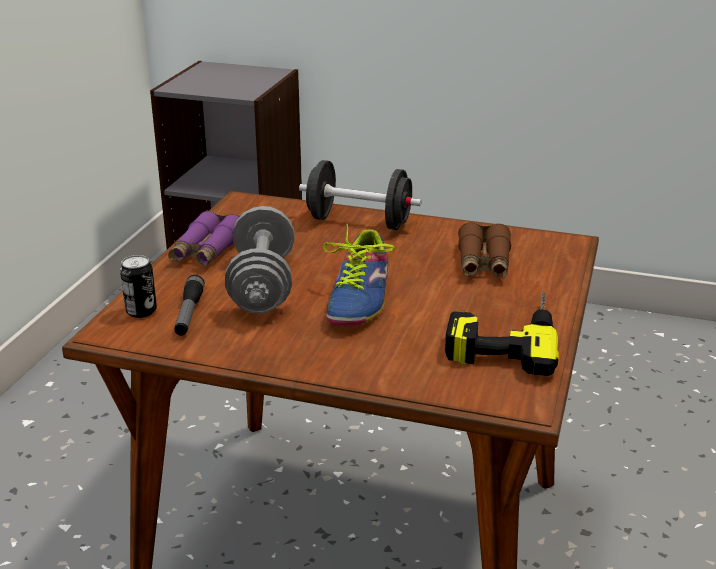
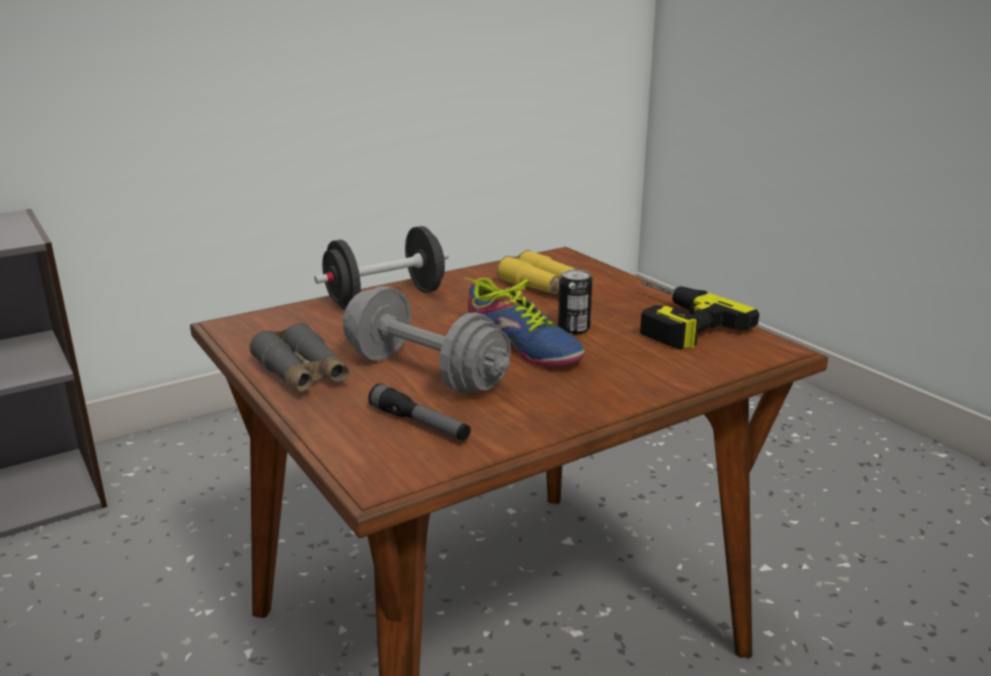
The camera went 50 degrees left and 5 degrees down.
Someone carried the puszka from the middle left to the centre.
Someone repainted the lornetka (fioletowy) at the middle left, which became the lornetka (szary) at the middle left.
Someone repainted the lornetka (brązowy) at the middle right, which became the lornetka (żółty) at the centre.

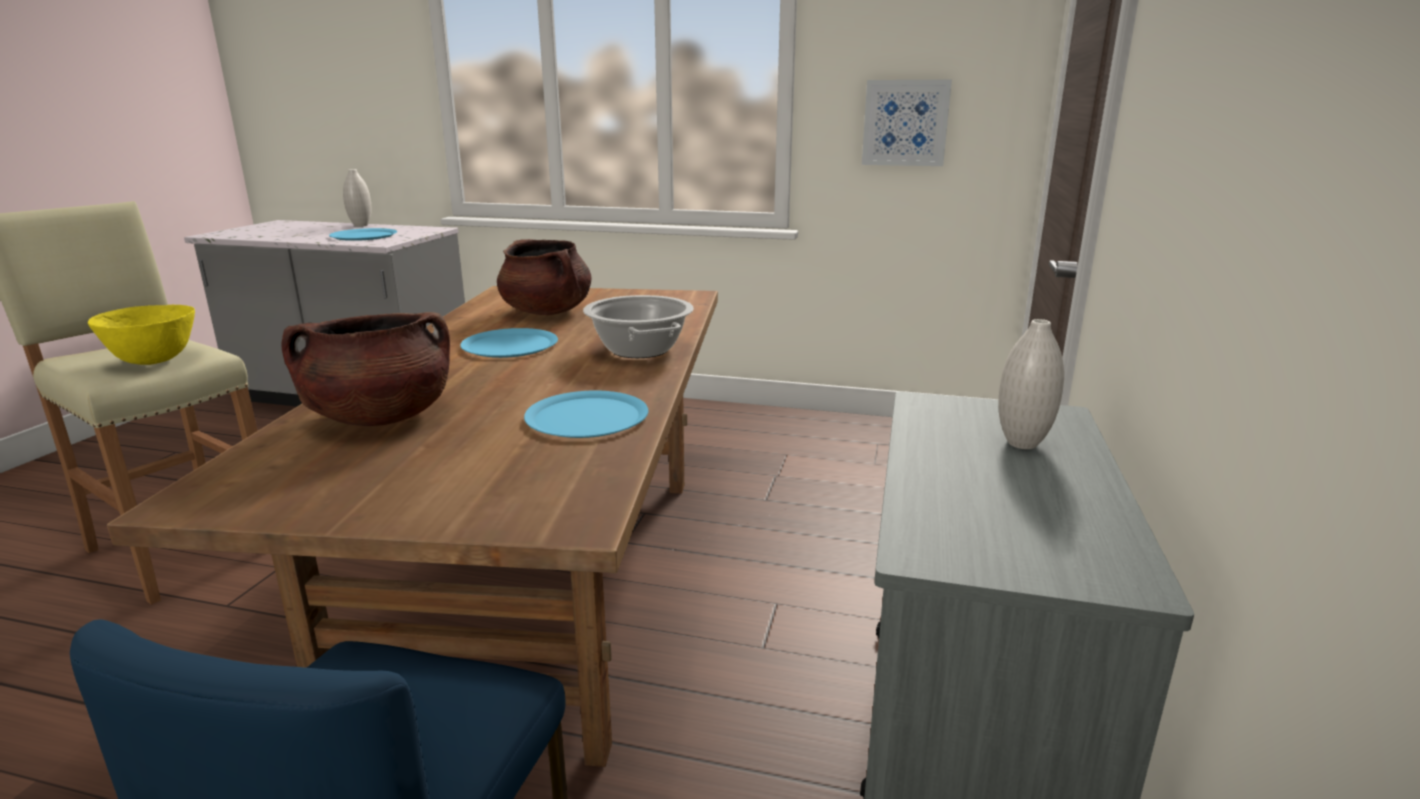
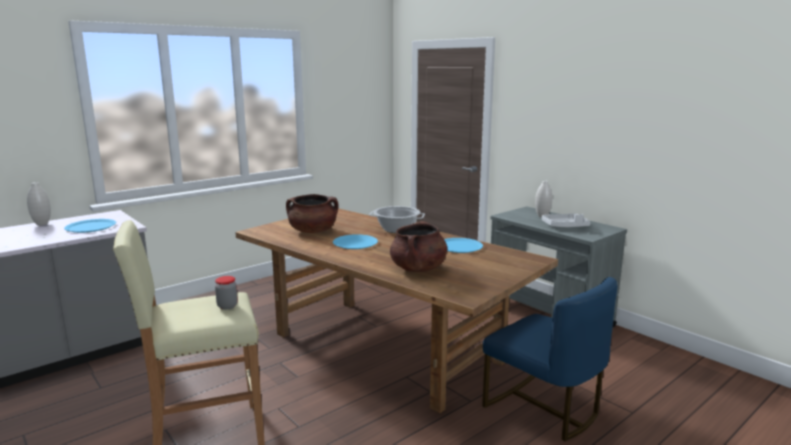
The camera went 55 degrees left and 5 degrees down.
Someone swapped the miska (żółty) at the middle left for the słoik at the middle left.
Someone took away the obraz at the top centre.
Someone put down the taca (szary) at the middle right.

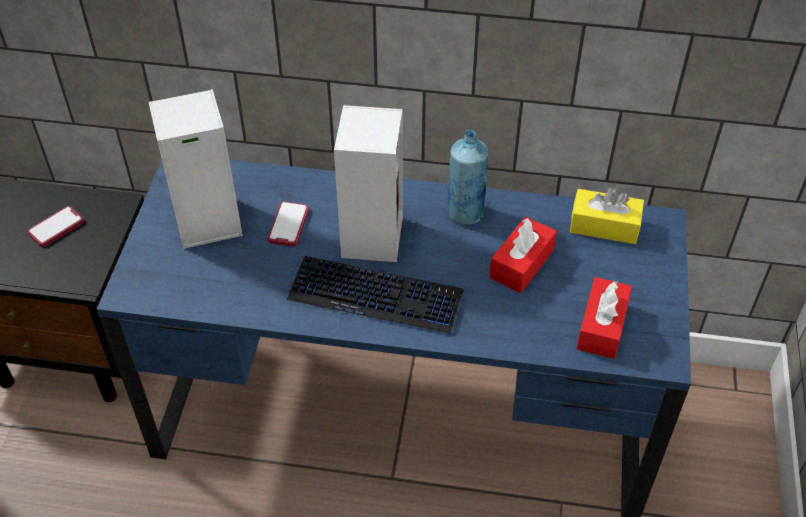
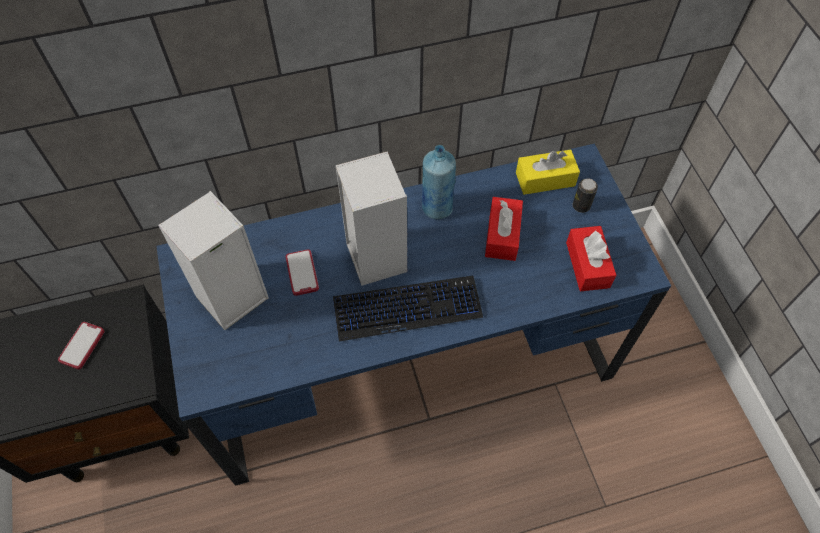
The camera went 25 degrees left and 10 degrees up.
Someone put down the puszka at the middle right.

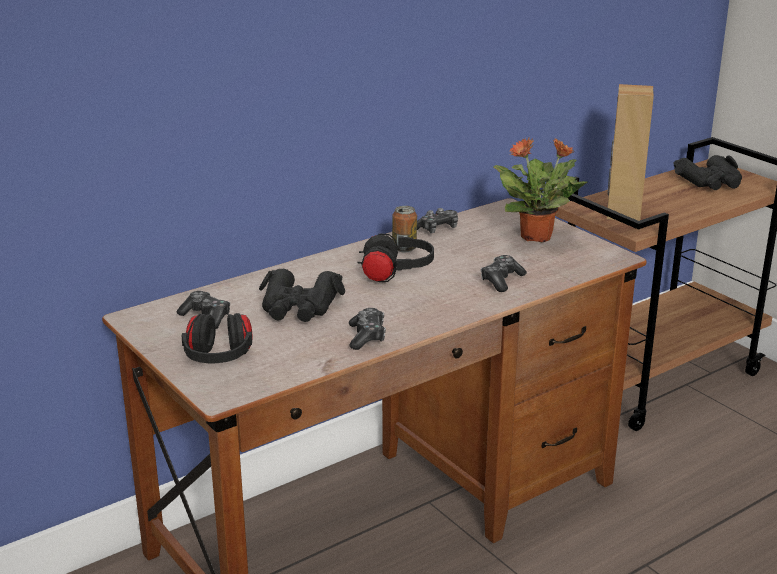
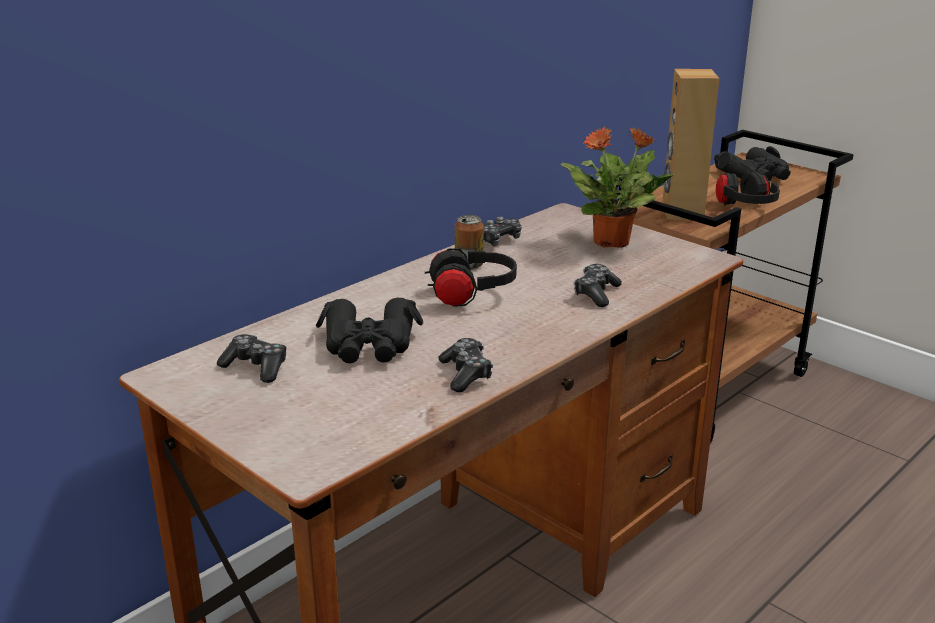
The camera went 10 degrees left and 0 degrees up.
Someone carried the słuchawki (czarny) (no. 1 from left in the first image) from the middle left to the top right.

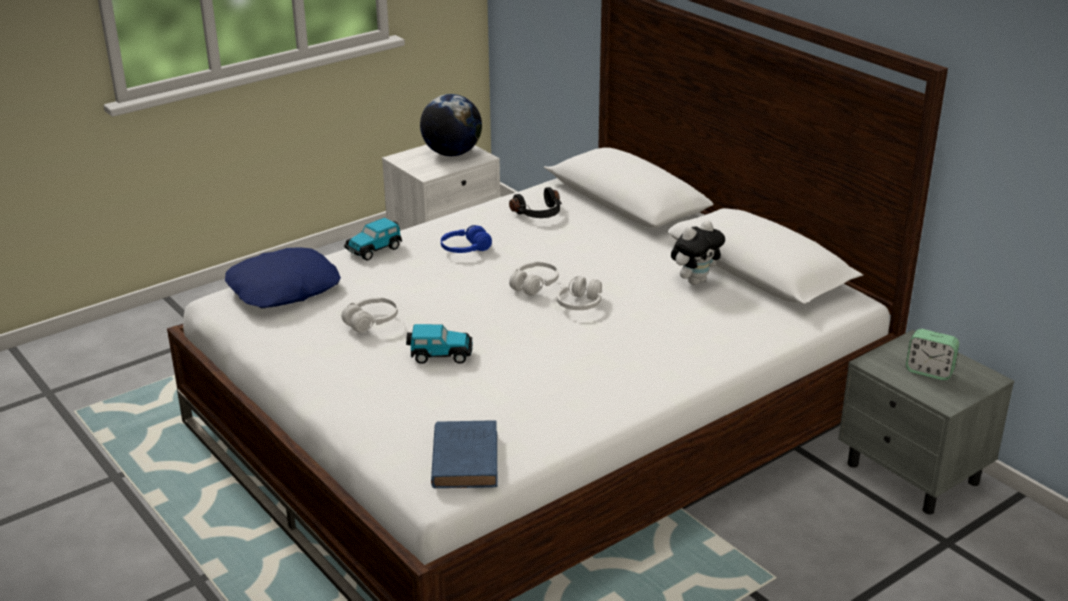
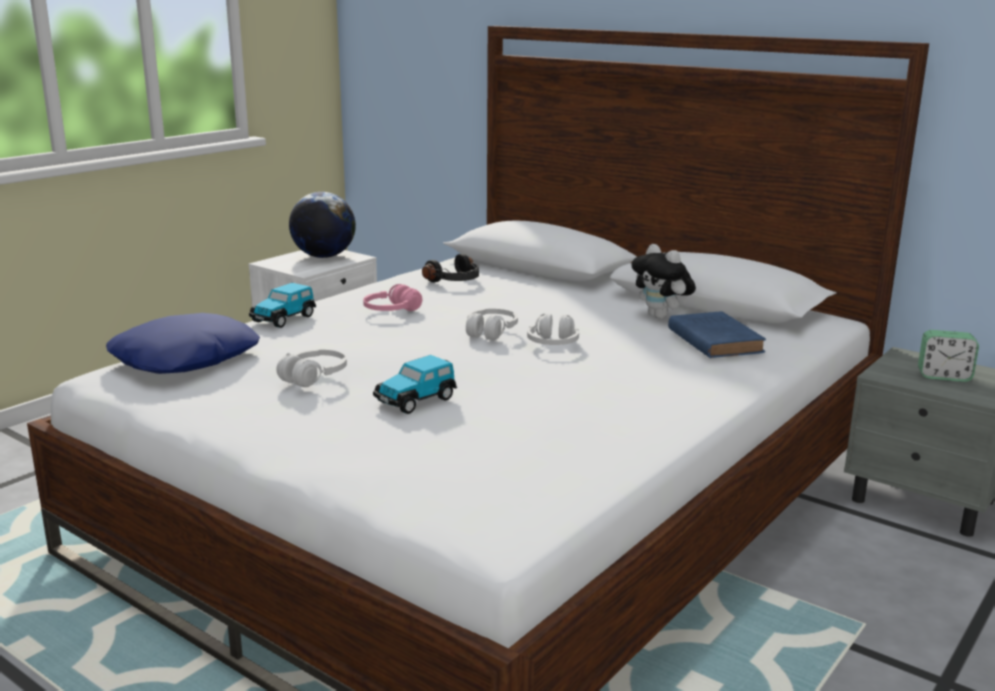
The camera went 15 degrees left and 10 degrees down.
Someone rotated the samochodzik (no. 2 from left) at the centre by 150 degrees clockwise.
Someone carried the książka (niebieski) from the bottom centre to the middle right.
Someone repainted the słuchawki (niebieski) at the centre, which became the słuchawki (różowy) at the centre.
Someone rotated the pluszak at the centre by 105 degrees clockwise.

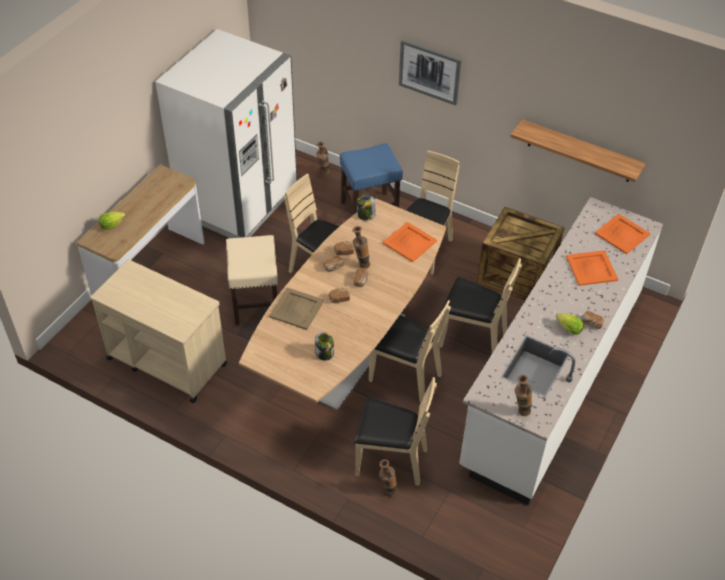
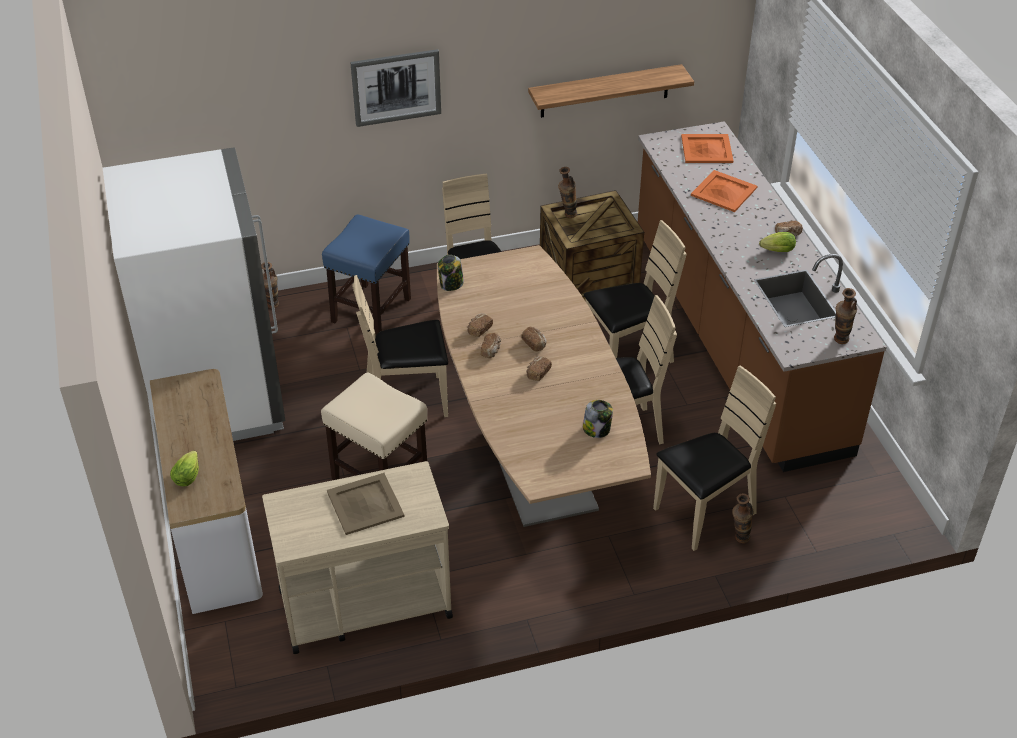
The camera went 45 degrees left and 5 degrees down.
Someone carried the taca (beżowy) from the centre to the bottom centre.
Someone carried the wazon (no. 2 from left) from the centre to the top centre.
Someone took away the taca (pomarańczowy) (no. 1 from left) at the centre.
Someone repainted the zabudowa kuchenna (biały) at the middle right, which became the zabudowa kuchenna (brązowy) at the middle right.

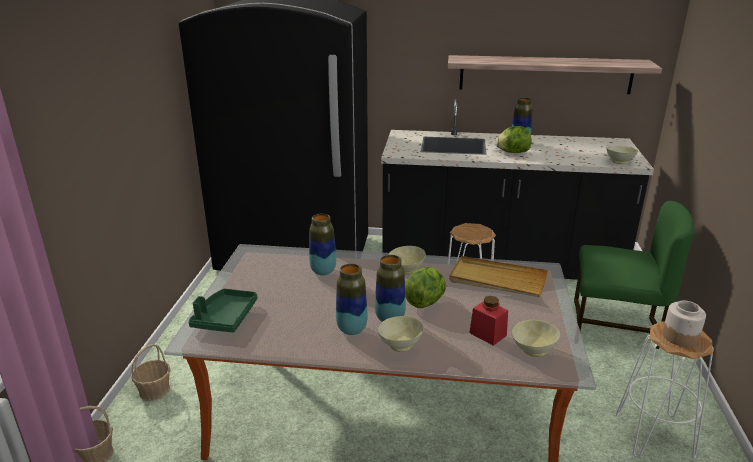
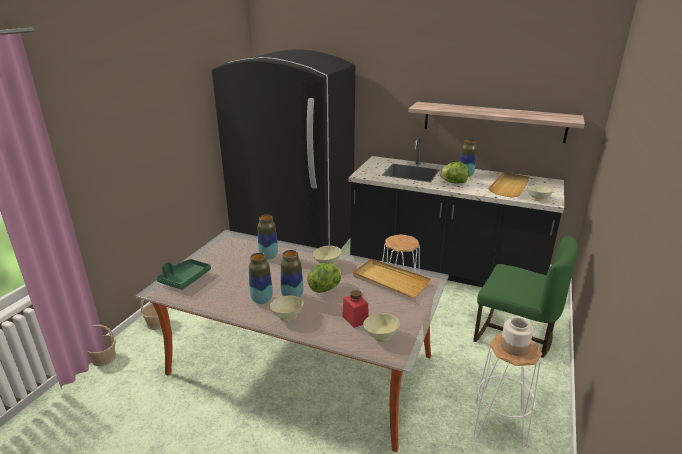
The camera went 15 degrees right and 0 degrees up.
Someone put down the taca (beżowy) (no. 2 from left) at the middle right.

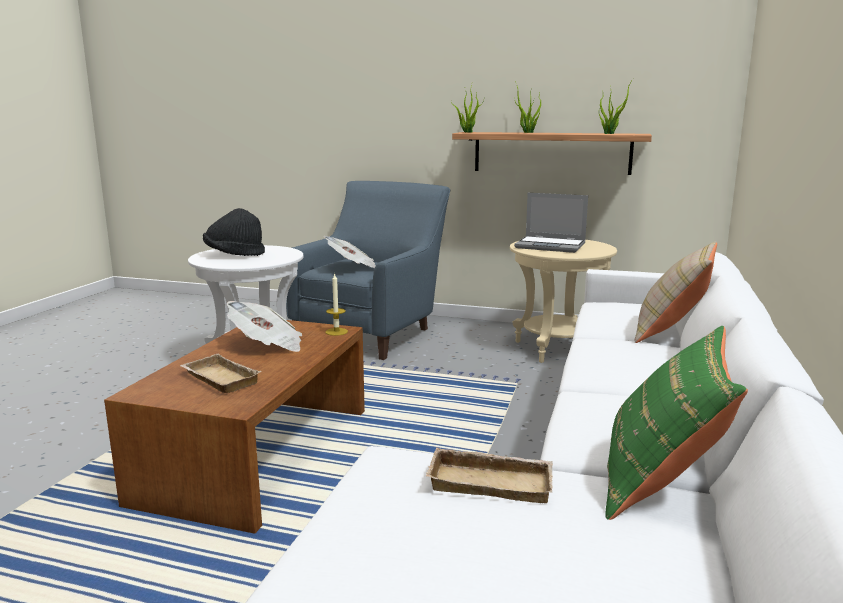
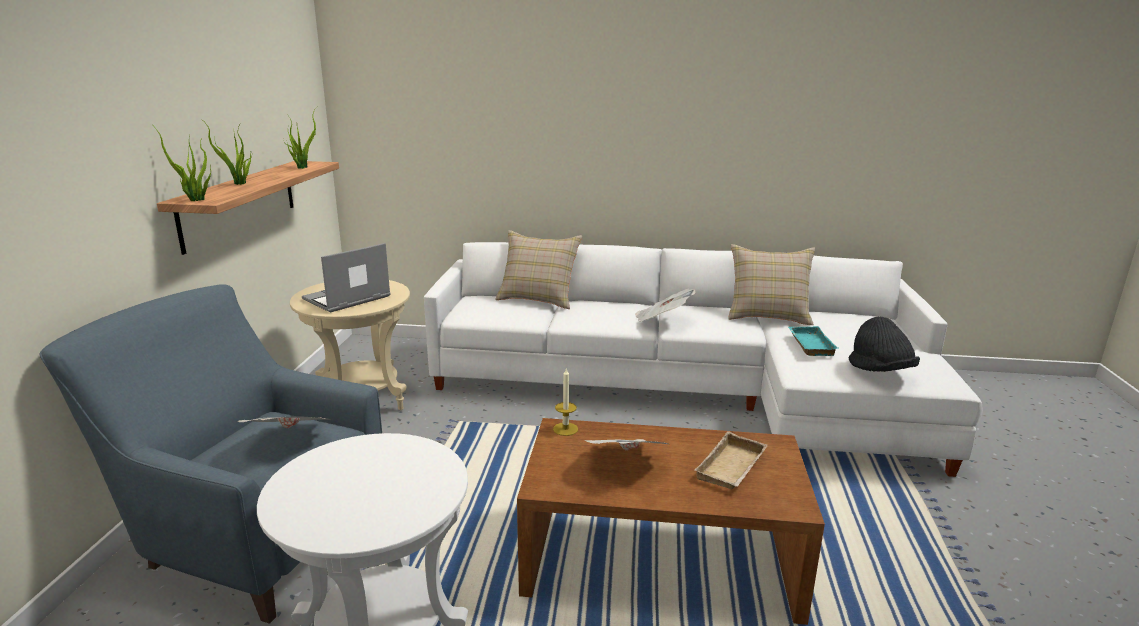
The camera went 100 degrees left and 5 degrees up.
Someone carried the kapelusz (czarny) from the middle left to the middle right.
Someone repainted the taca (beżowy) (no. 2 from left) at the bottom centre, which became the taca (turkusowy) at the middle right.
Someone rotated the laptop at the centre by 150 degrees counterclockwise.
Someone repainted the poduszka (zielony) at the bottom right, which became the poduszka (beżowy) (no. 2 from left) at the middle right.
Someone put down the gazeta (no. 3 from left) at the centre.

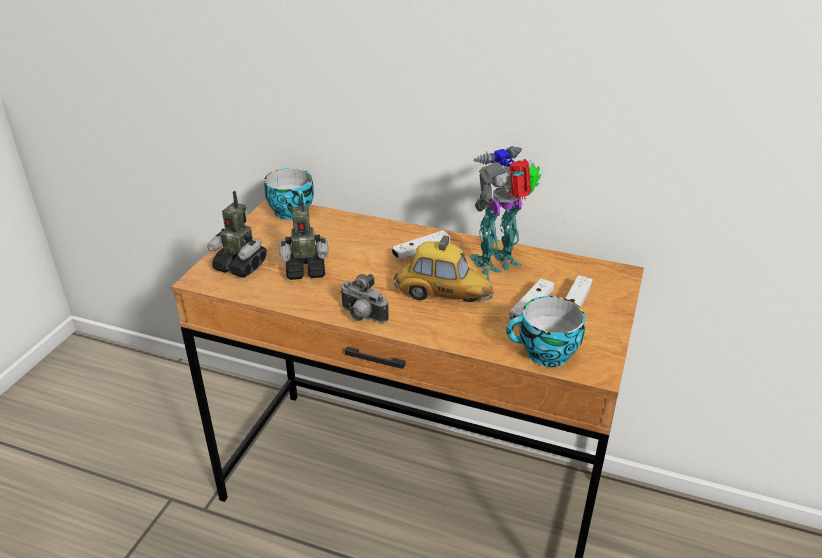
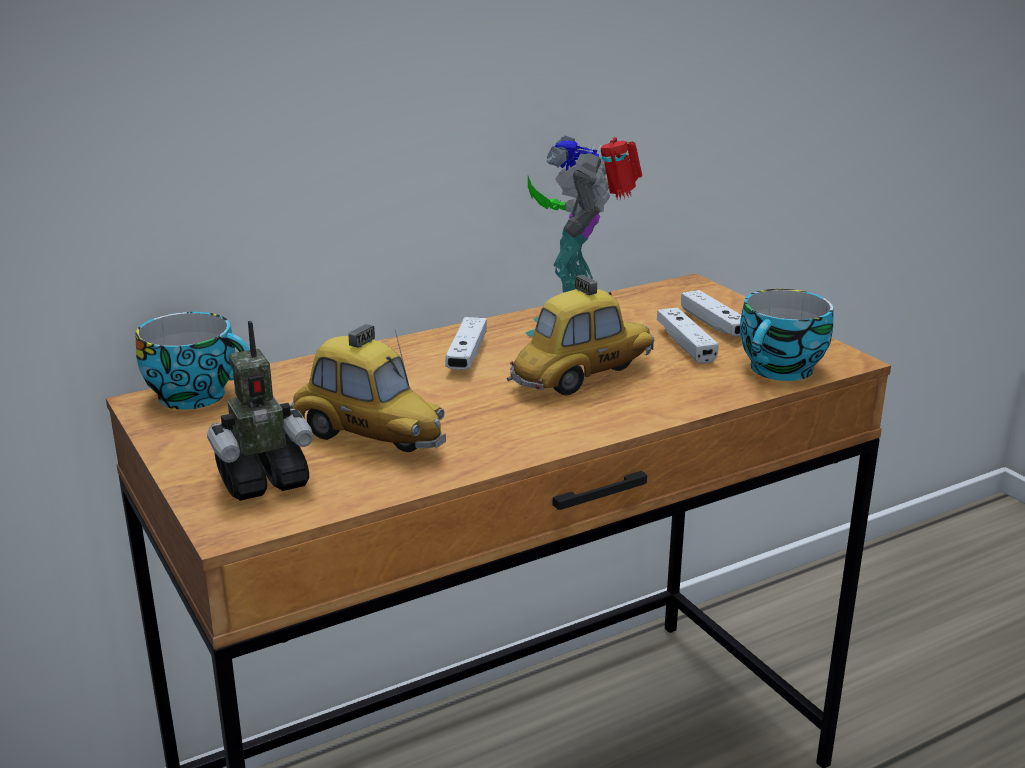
The camera went 50 degrees left and 10 degrees down.
Someone swapped the robot zabawkowy (no. 2 from left) at the centre for the samochodzik (no. 1 from left) at the centre.
Someone took away the aparat fotograficzny at the centre.

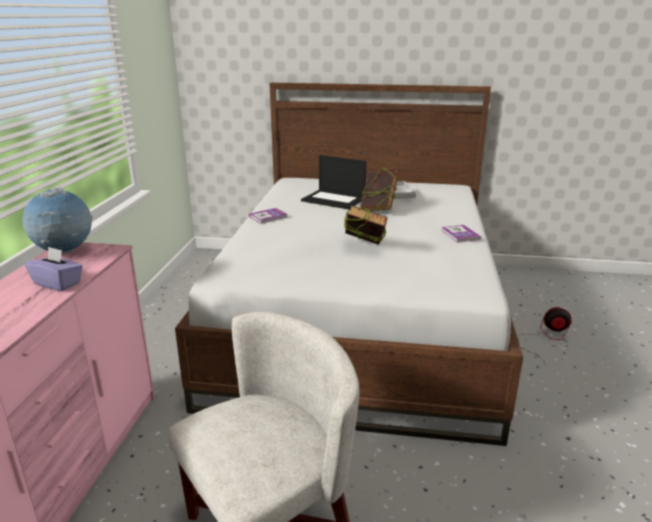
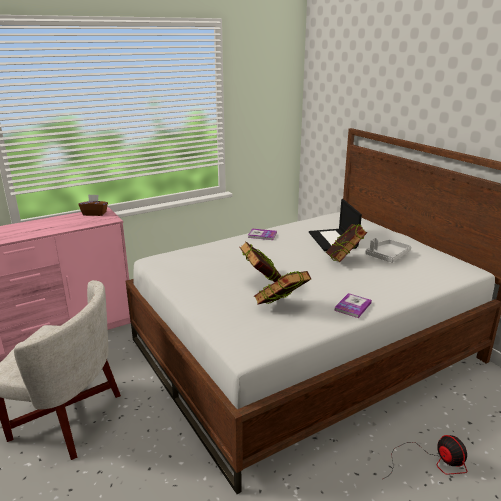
The camera went 50 degrees right and 0 degrees up.
Someone swapped the globus at the middle left for the pudełko chusteczek (brązowy) at the middle left.
Someone took away the pudełko chusteczek (fioletowy) at the middle left.
Someone put down the książka (no. 3 from left) at the centre.

